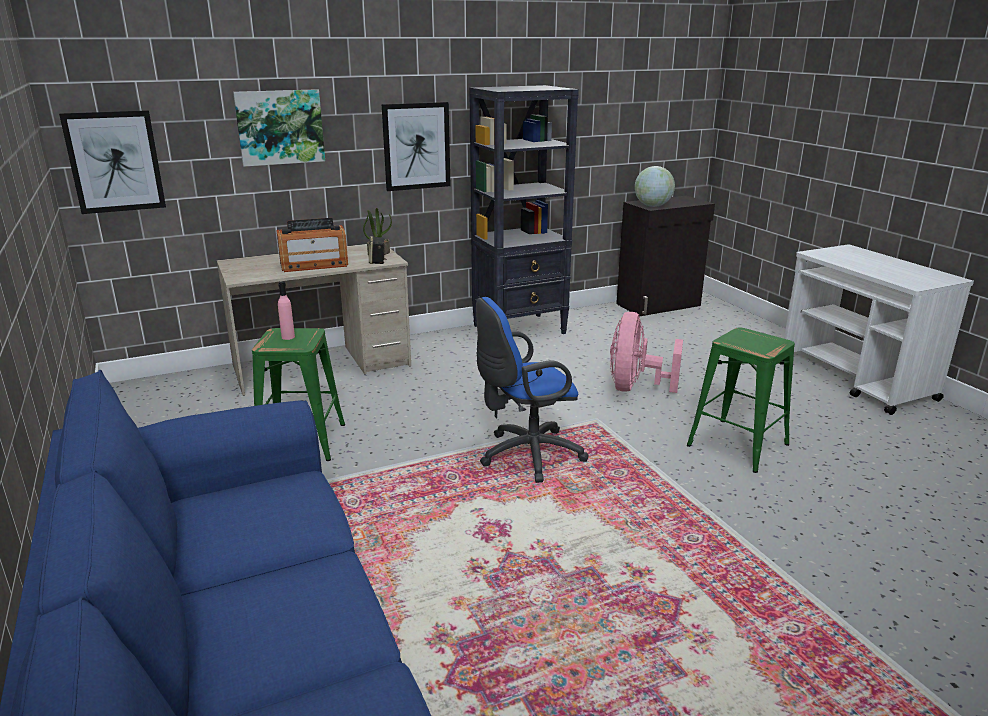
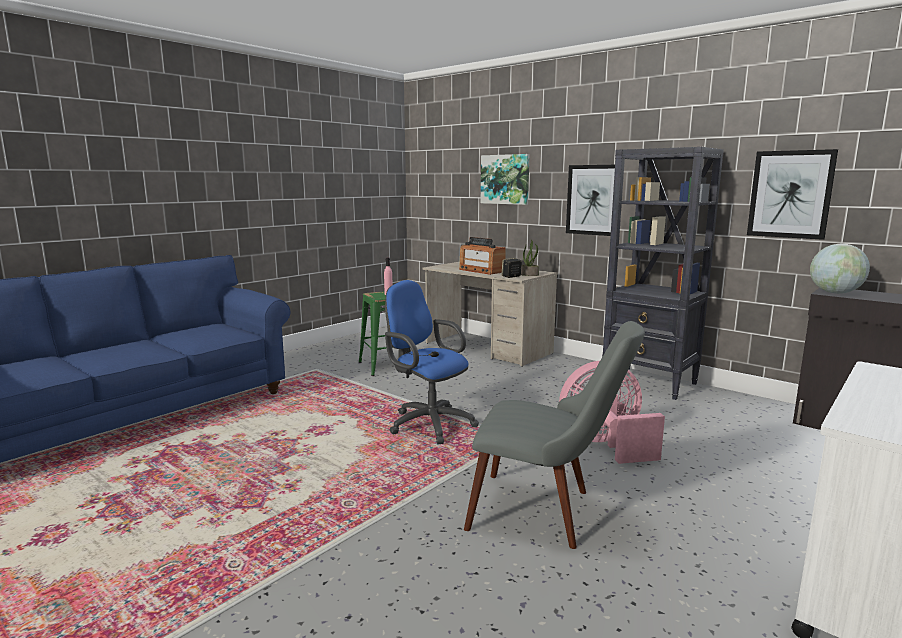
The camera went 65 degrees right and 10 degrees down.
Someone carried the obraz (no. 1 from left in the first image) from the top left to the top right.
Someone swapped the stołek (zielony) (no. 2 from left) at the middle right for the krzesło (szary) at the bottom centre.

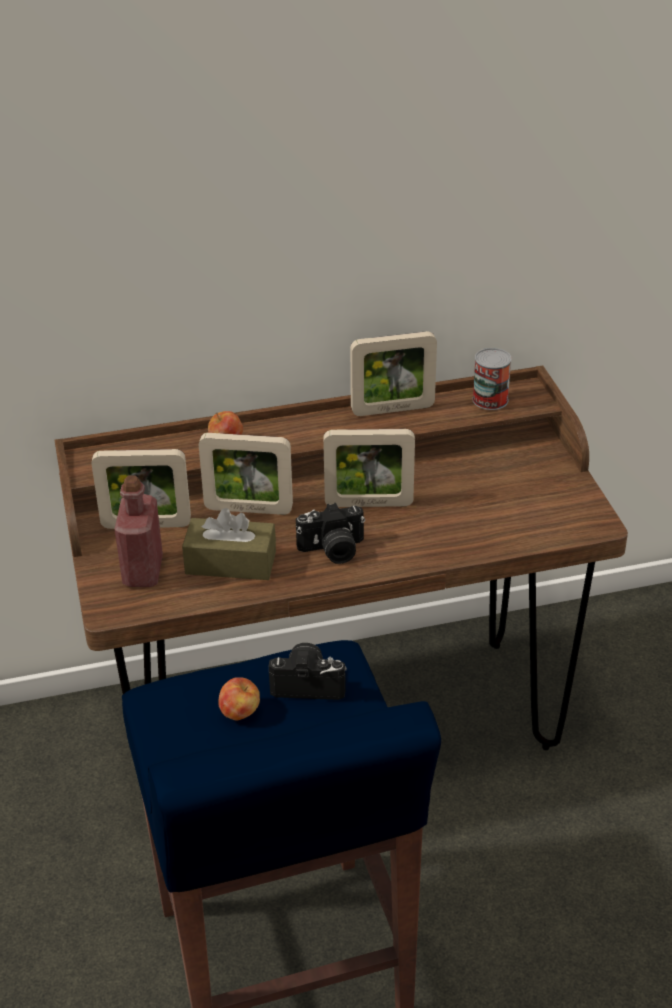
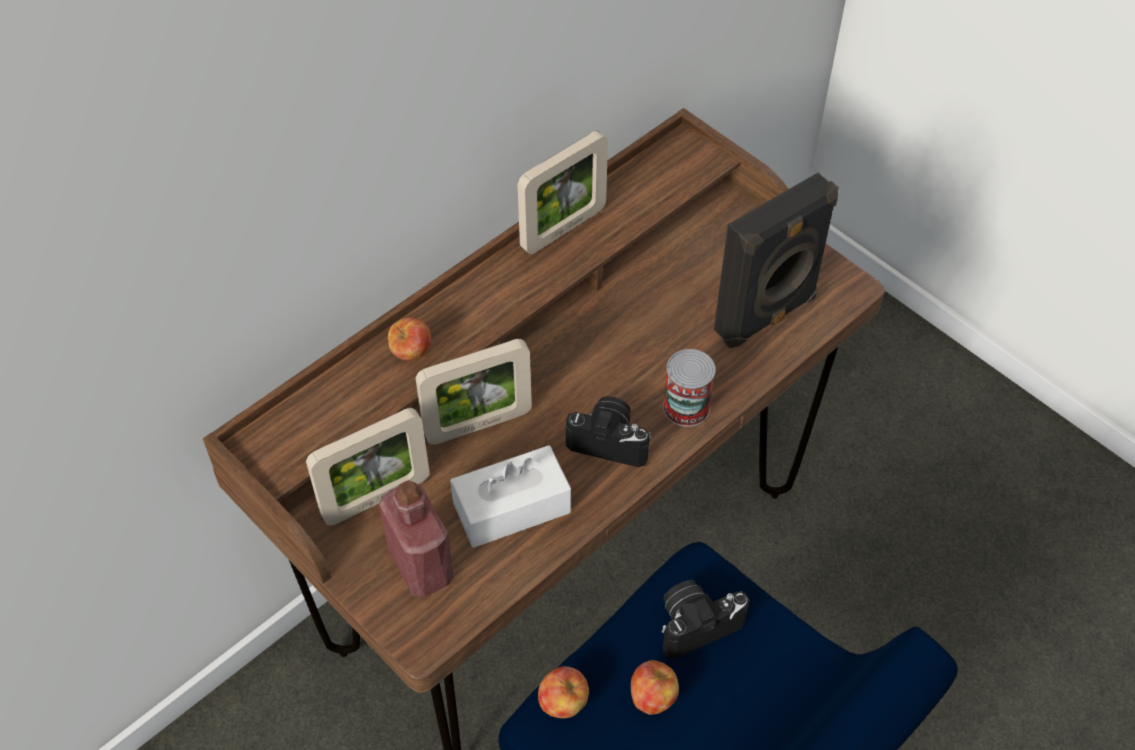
The camera went 30 degrees left and 15 degrees up.
Someone repainted the pudełko chusteczek (brązowy) at the centre, which became the pudełko chusteczek (biały) at the centre.
Someone rotated the aparat fotograficzny (no. 2 from left in the first image) at the centre by 120 degrees counterclockwise.
Someone took away the ramka na zdjęcie (no. 3 from left) at the centre.
Someone carried the puszka from the middle right to the centre.
Someone put down the jabłko (no. 2 from left) at the bottom centre.
Someone put down the głośnik (czarny) at the middle right.

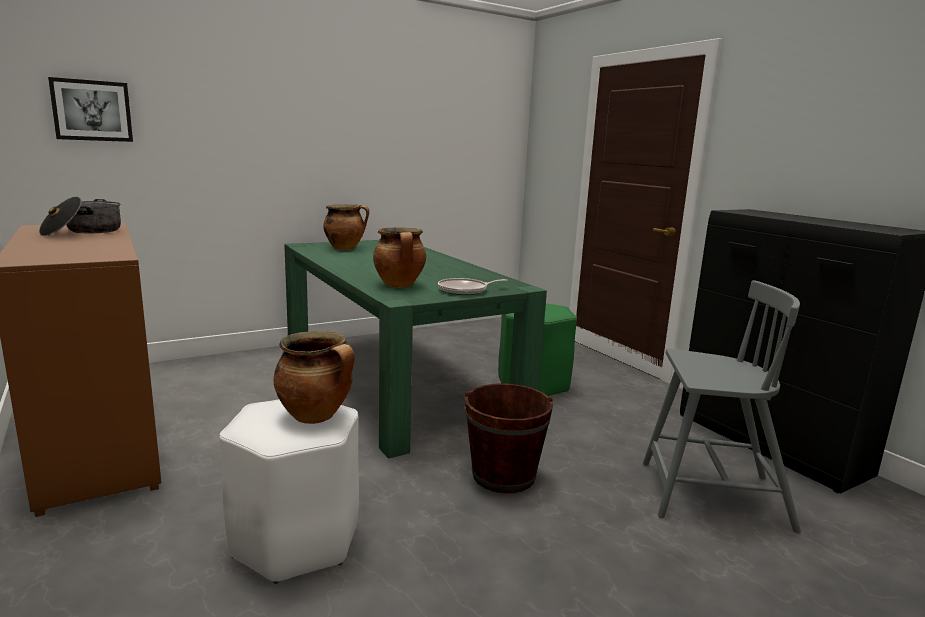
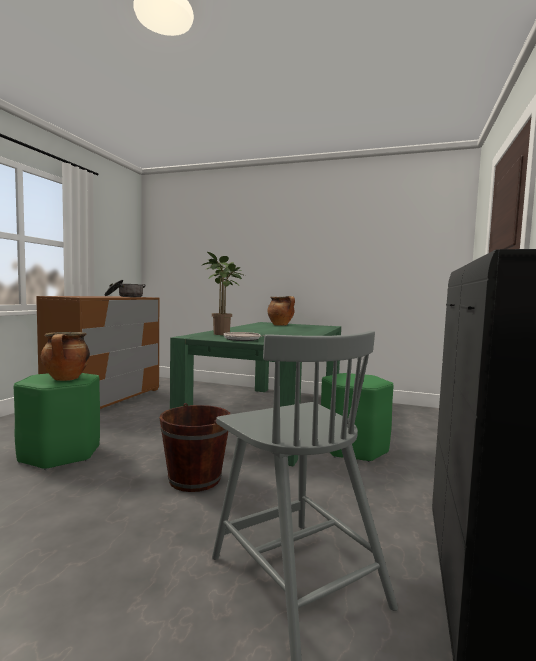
The camera went 50 degrees right and 10 degrees down.
Someone took away the obraz at the top left.
Someone repainted the stołek (biały) at the bottom left, which became the stołek (zielony) (no. 1 from left) at the middle left.
Someone swapped the garnek (no. 4 from left) at the centre for the roślina doniczkowa at the centre.

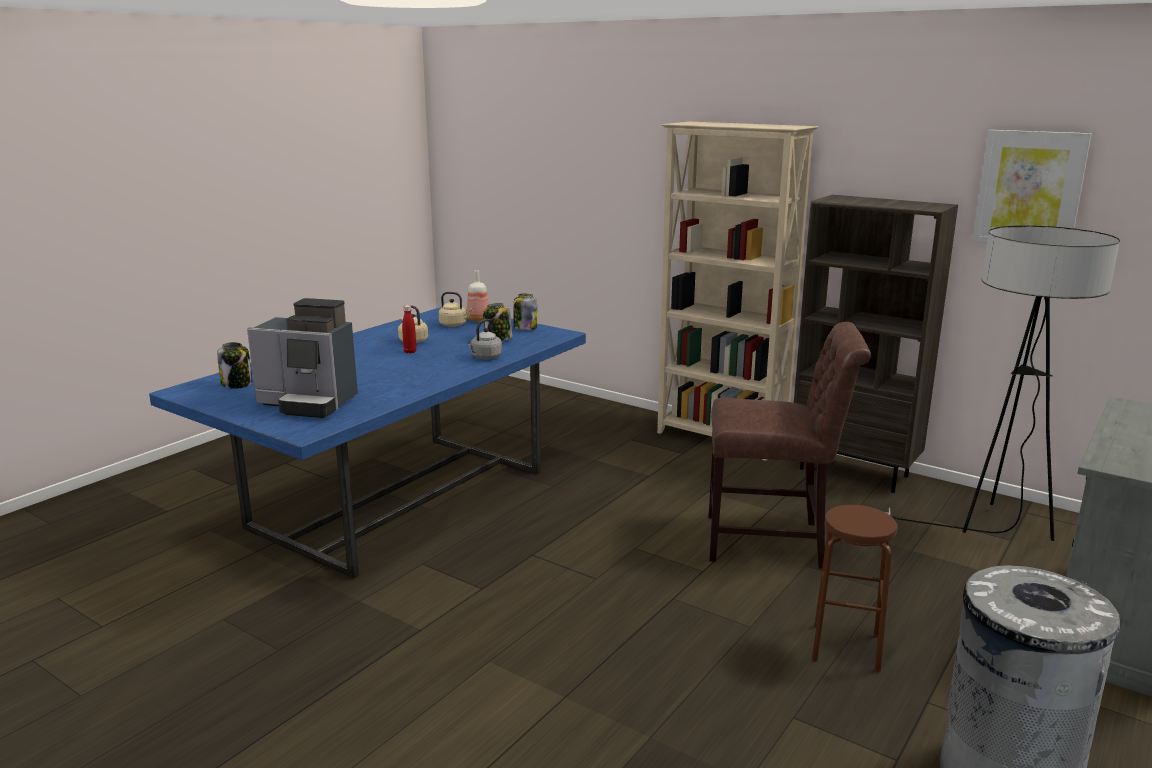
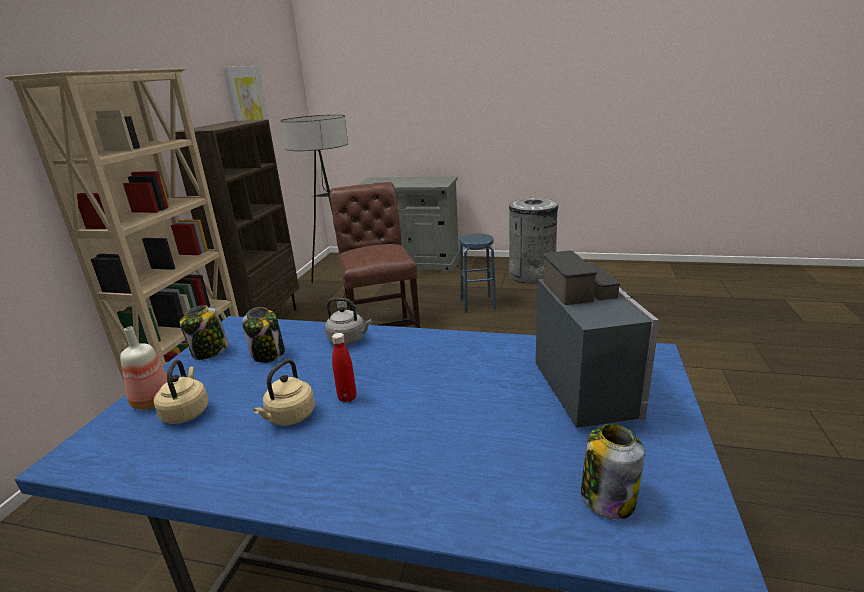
The camera went 110 degrees left and 5 degrees up.
Someone repainted the stołek (brązowy) at the bottom right, which became the stołek (niebieski) at the centre.

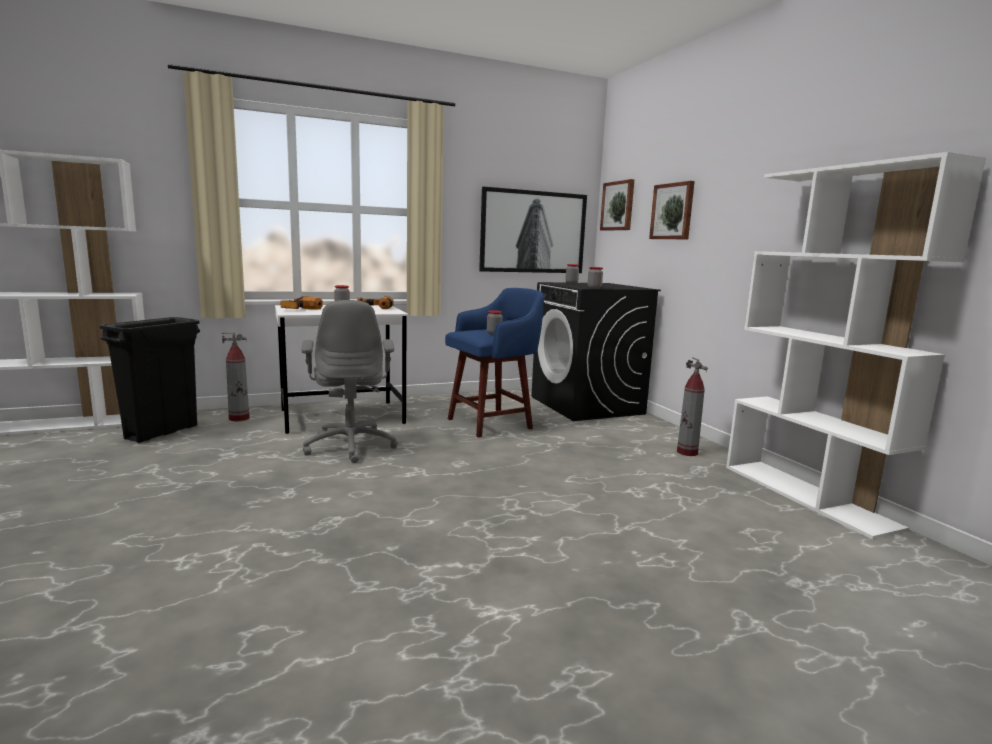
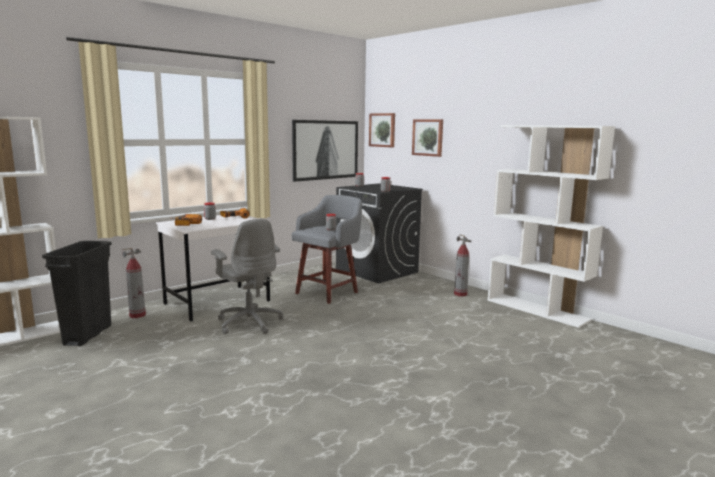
The camera went 20 degrees left and 0 degrees up.
Someone repainted the stołek (niebieski) at the centre, which became the stołek (szary) at the centre.

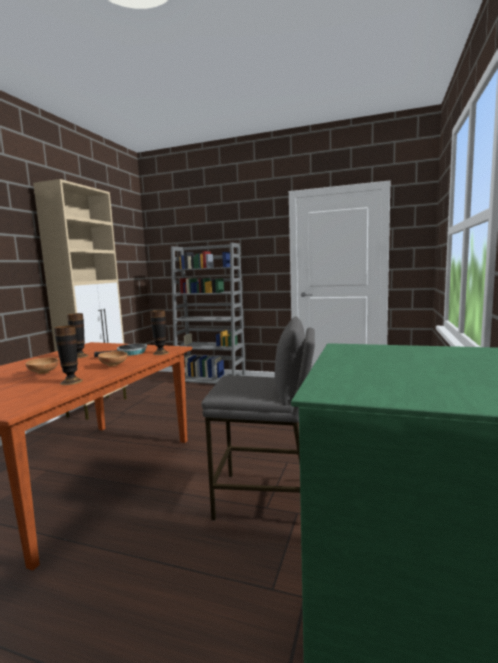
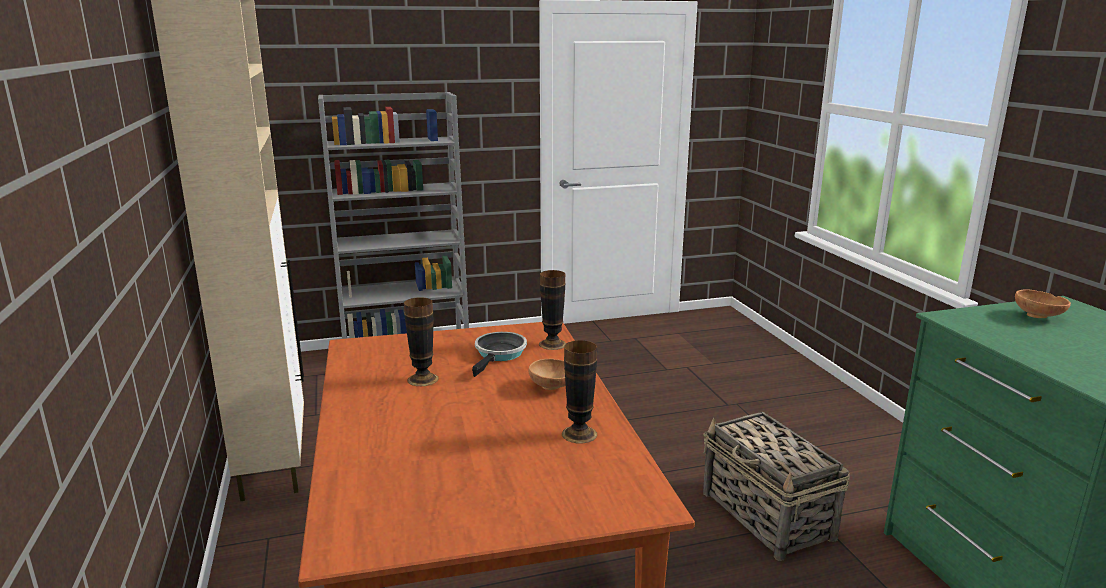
The camera went 35 degrees left and 10 degrees up.
Someone carried the miska (brązowy) (no. 1 from left in the first image) from the middle left to the middle right.
Someone swapped the stołek (szary) at the centre for the koszyk at the bottom right.

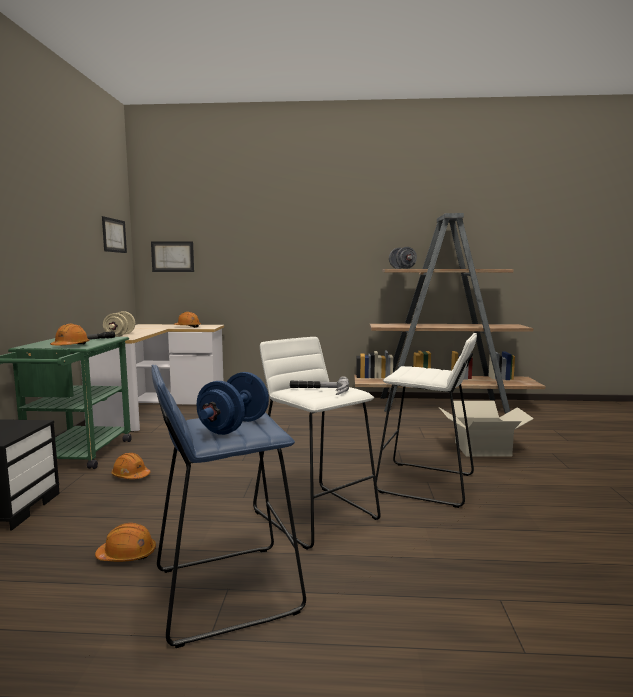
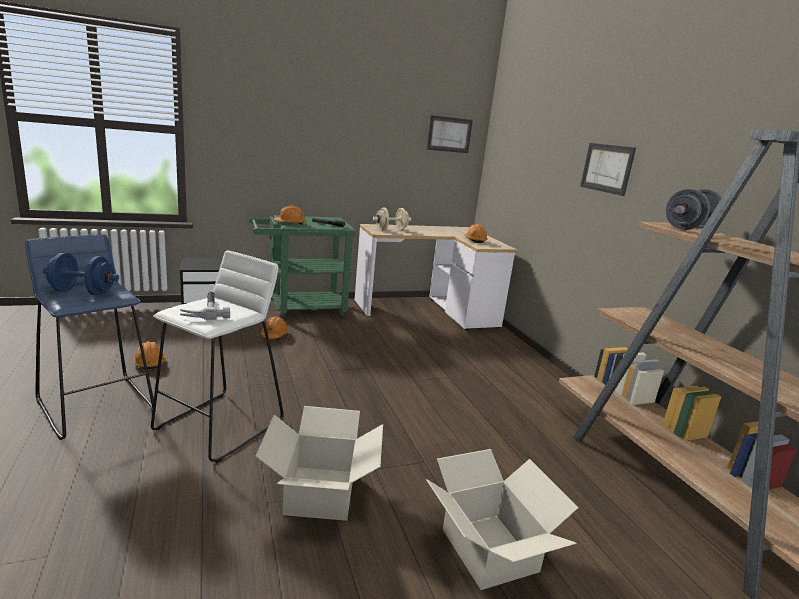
The camera went 65 degrees right and 10 degrees up.
Someone carried the obraz (no. 2 from left) from the middle left to the top right.
Someone swapped the stołek (biały) (no. 2 from left) at the middle right for the karton (no. 1 from left) at the bottom centre.

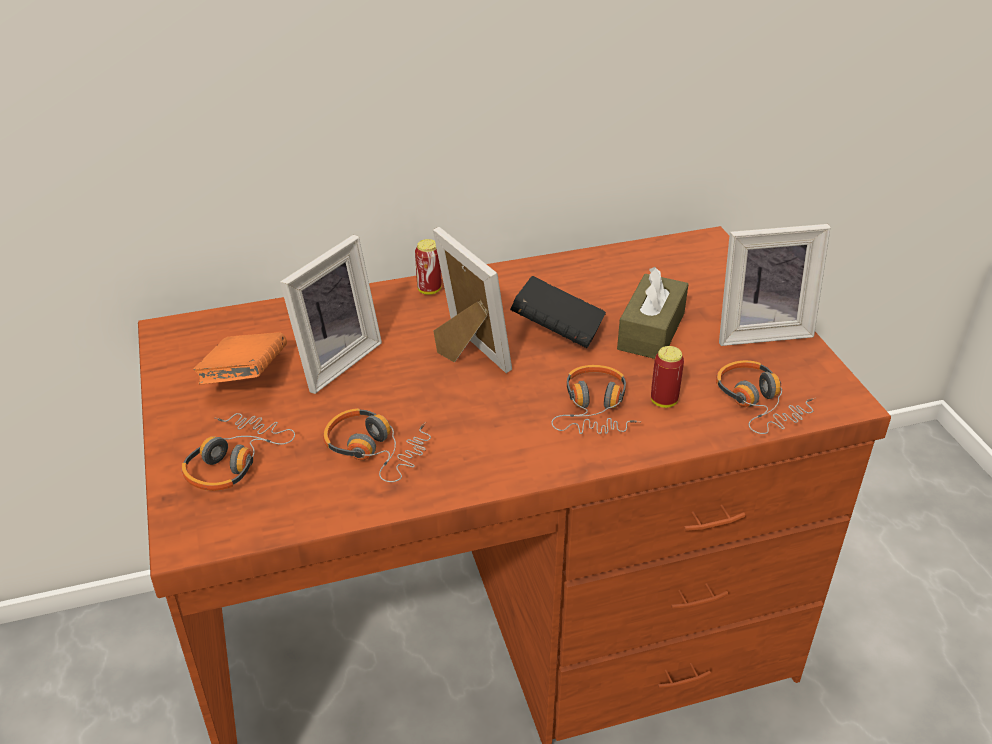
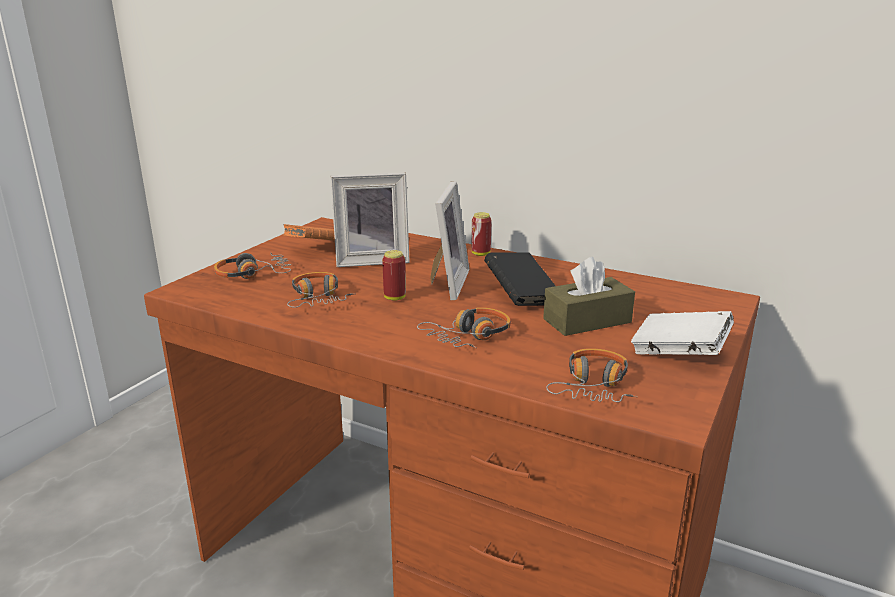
The camera went 45 degrees right and 15 degrees down.
Someone carried the puszka (no. 2 from left in the first image) from the middle right to the centre.
Someone swapped the ramka na zdjęcie (no. 3 from left) at the middle right for the książka (biały) at the middle right.

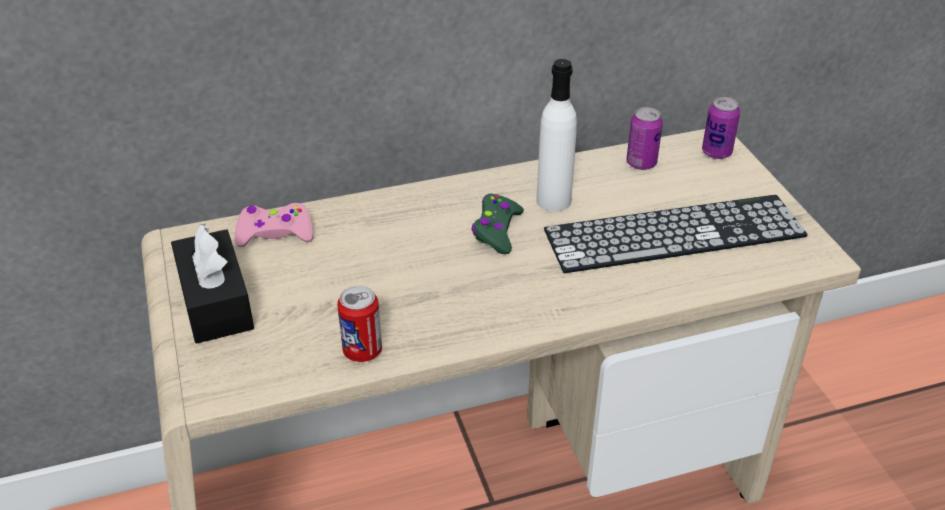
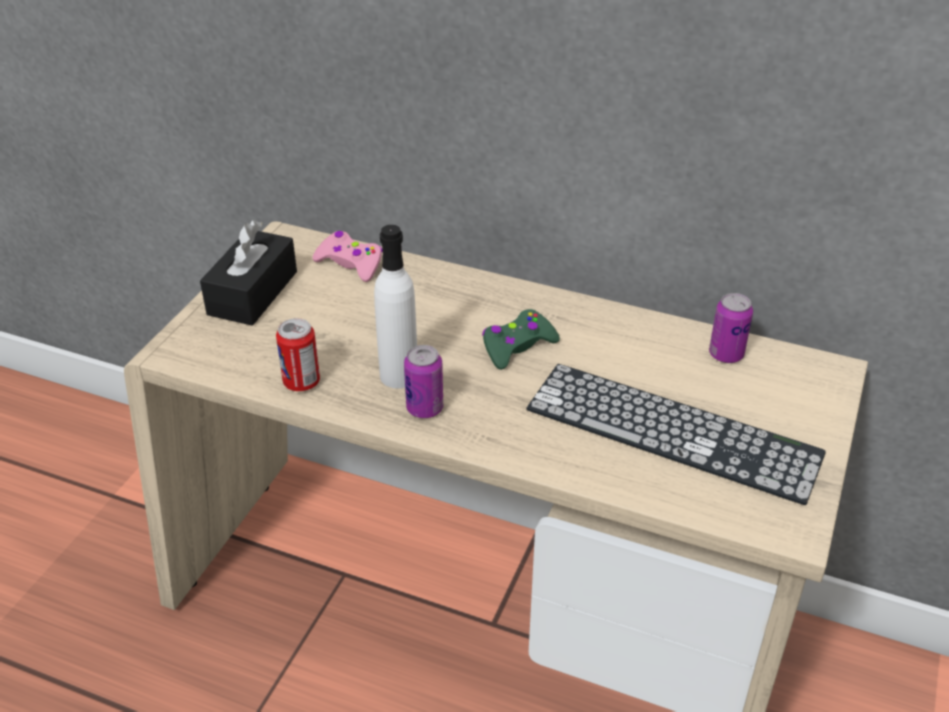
The camera went 40 degrees right and 0 degrees up.
Someone carried the butelka (biały) from the top centre to the centre.
Someone carried the puszka (no. 3 from left in the first image) from the top right to the centre.

